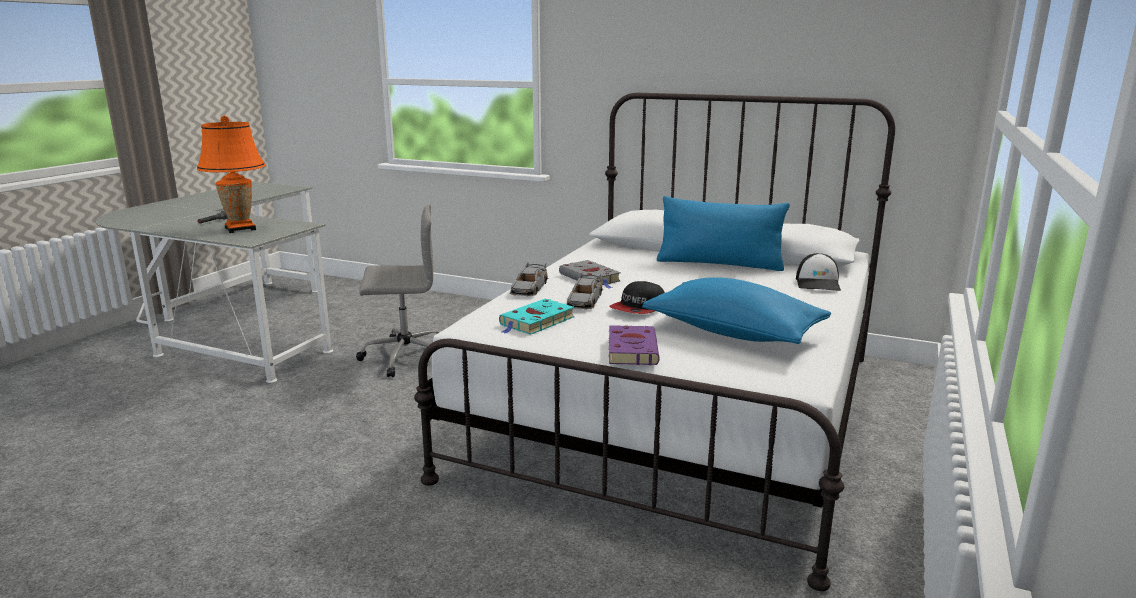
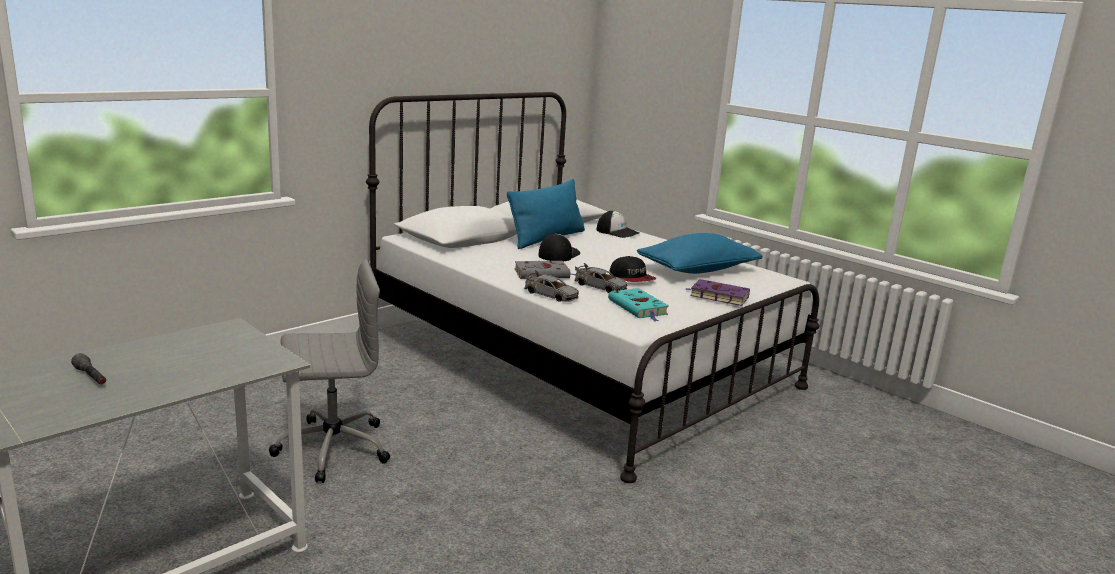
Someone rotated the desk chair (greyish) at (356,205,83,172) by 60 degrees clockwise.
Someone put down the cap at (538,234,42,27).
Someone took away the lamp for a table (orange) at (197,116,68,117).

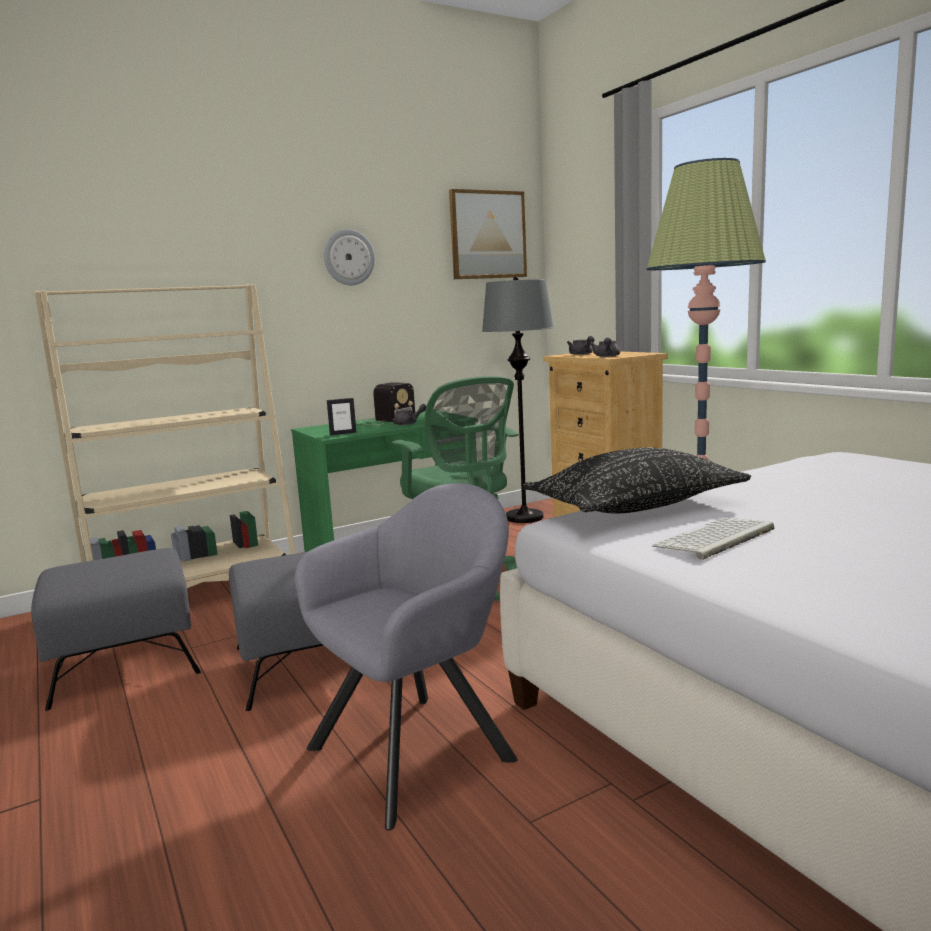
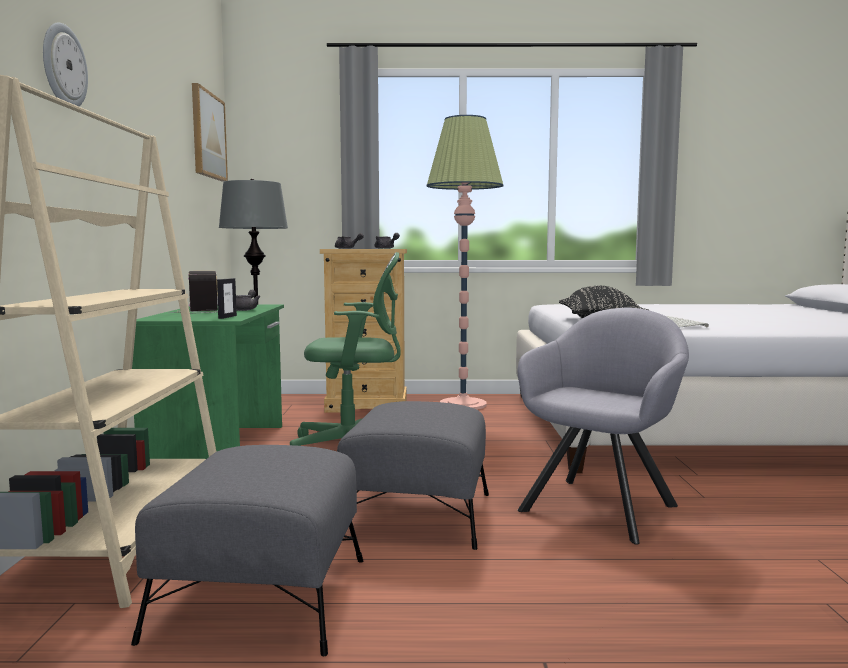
Someone carried the clock on the wall from (324,229,51,56) to (43,22,45,84).
Someone rotated the armchair (greyish) at (295,483,222,347) by 45 degrees clockwise.

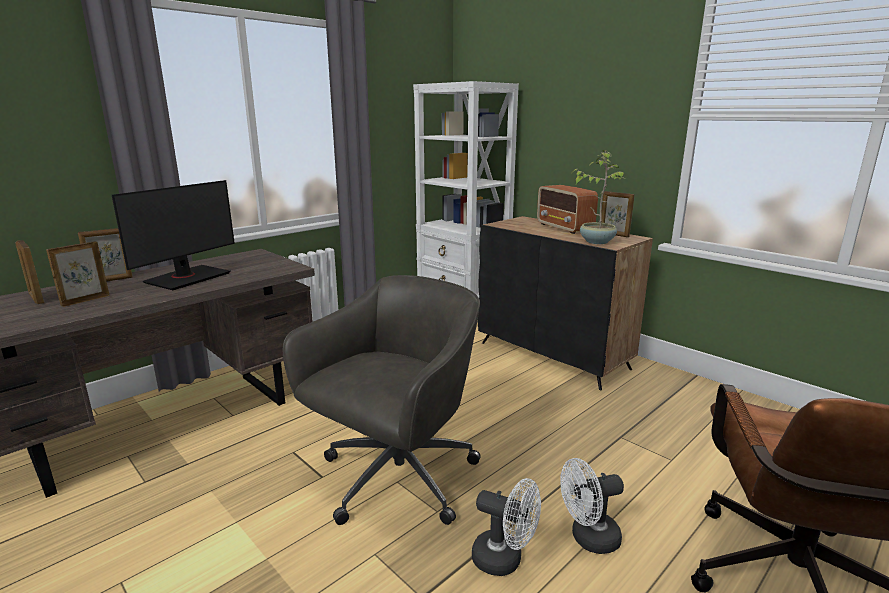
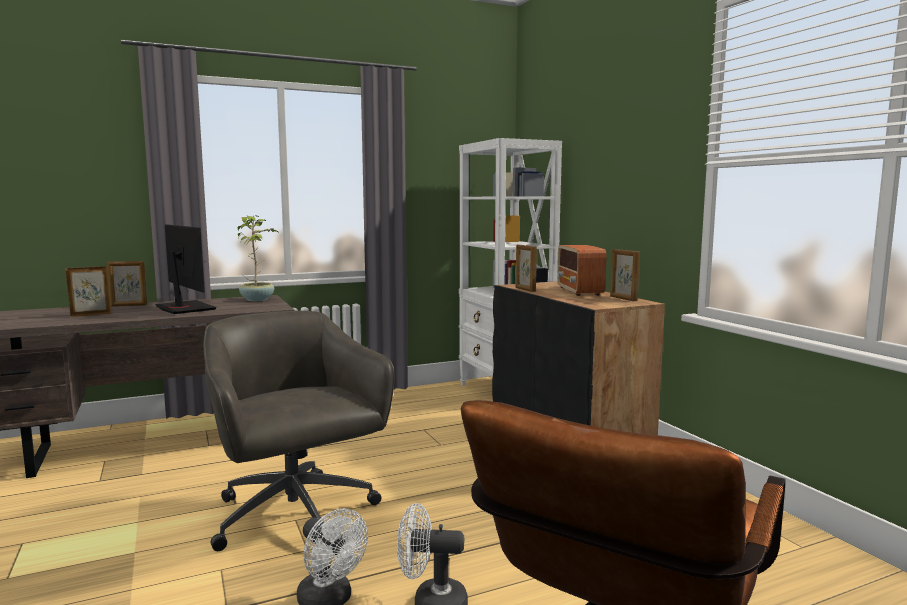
Someone rotated the computer screen at (112,180,123,110) by 90 degrees counterclockwise.
Someone rotated the desk chair (greyish) at (283,275,198,250) by 90 degrees counterclockwise.
Someone carried the houseplant from (572,150,54,94) to (237,215,41,86).
Someone carried the photo frame from (15,240,29,64) to (515,245,22,47).

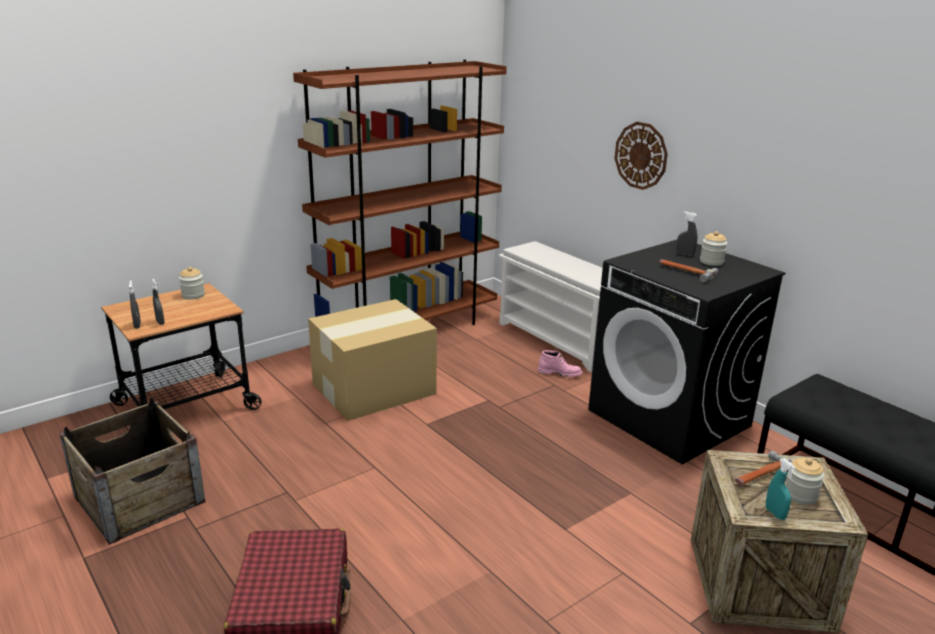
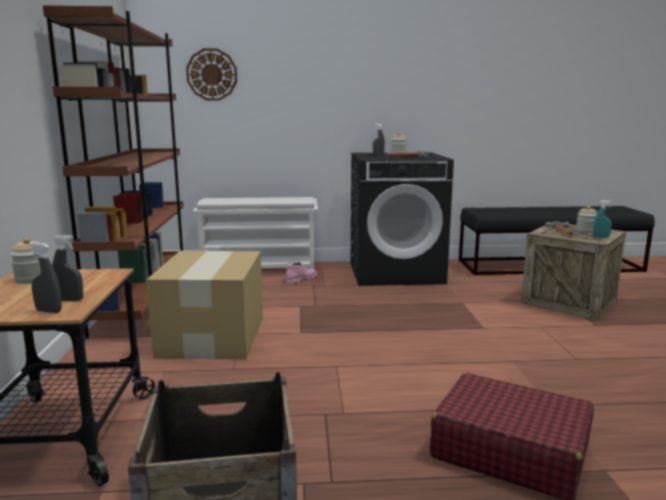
Someone carried the clock on the wall from (614,122,54,68) to (186,48,51,53).

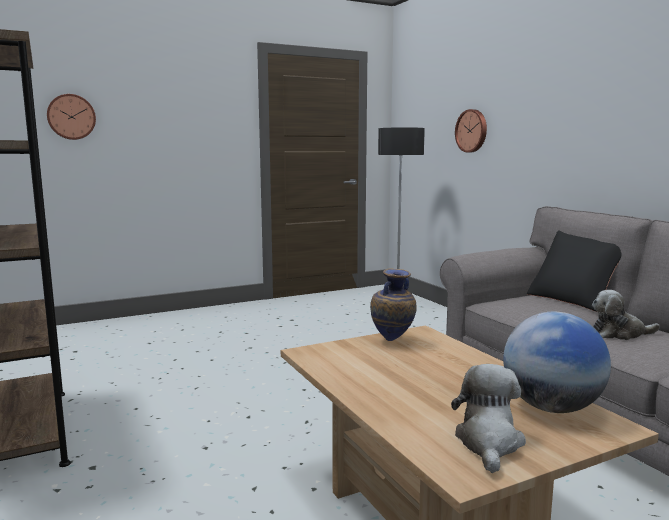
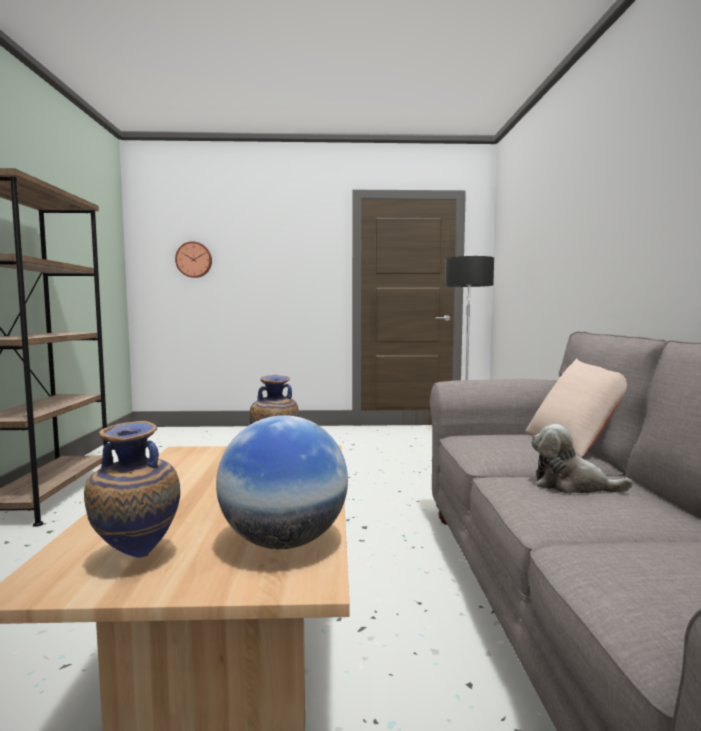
Someone swapped the soft toy at (451,364,75,109) for the flower vase at (84,421,96,137).
Someone repainted the pillow (black) at (527,230,95,82), which became the pillow (beige-coloured) at (525,359,102,99).
Someone took away the clock on the wall at (455,109,32,43).

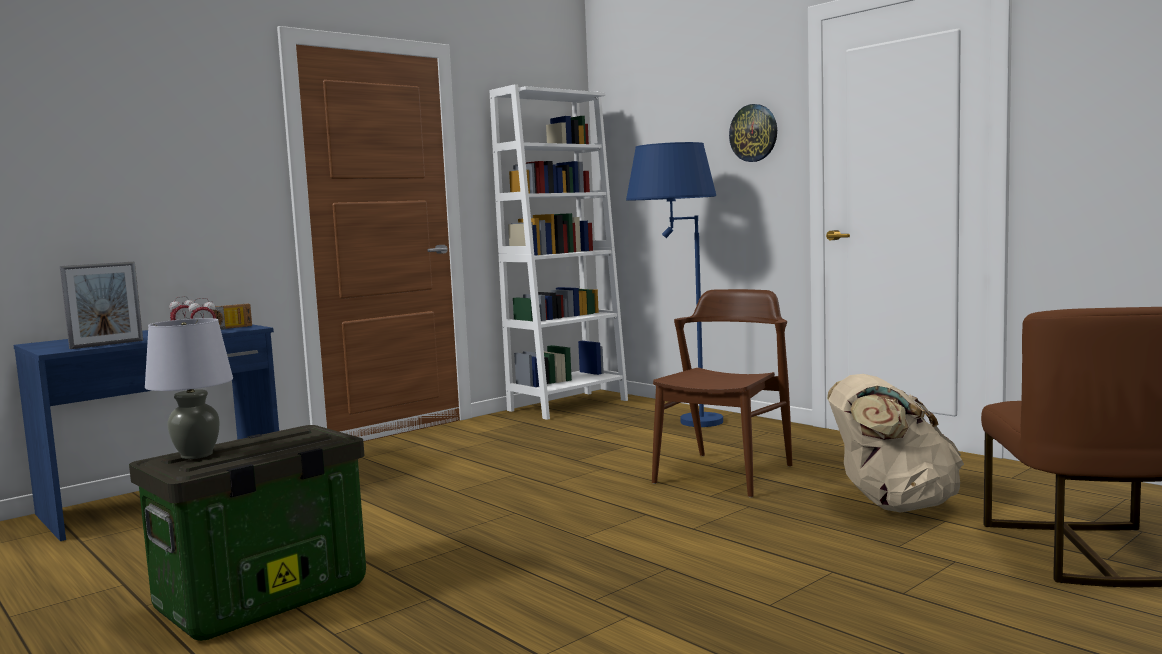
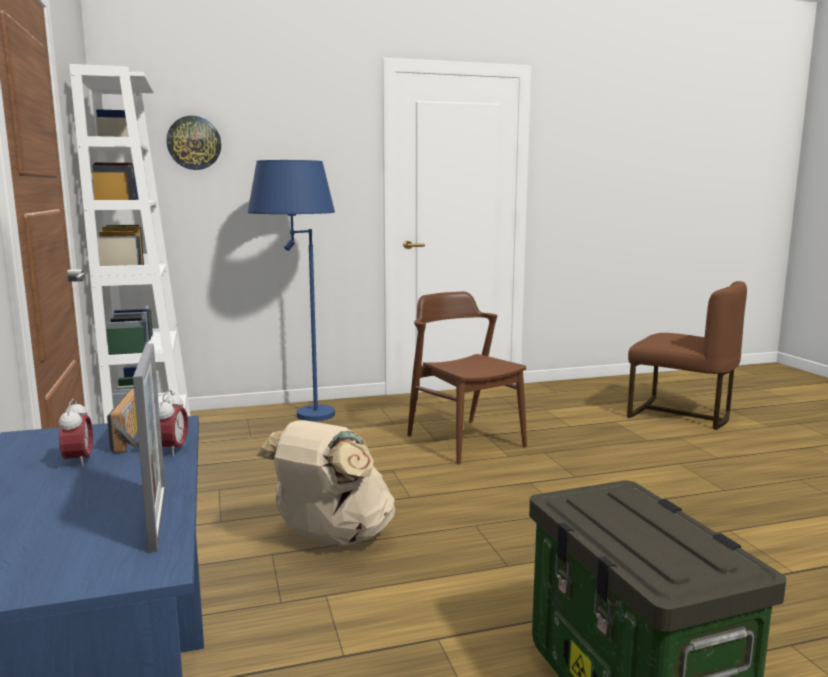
Someone carried the clock on the wall from (729,104,48,58) to (166,116,55,54).
Someone carried the backpack (beige-coloured) from (827,374,137,138) to (256,420,139,126).
Someone took away the lamp for a table (greyish) at (145,318,88,141).

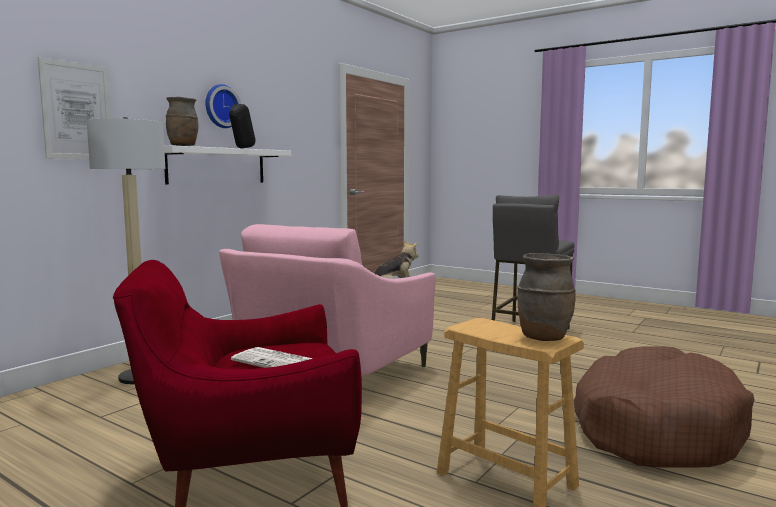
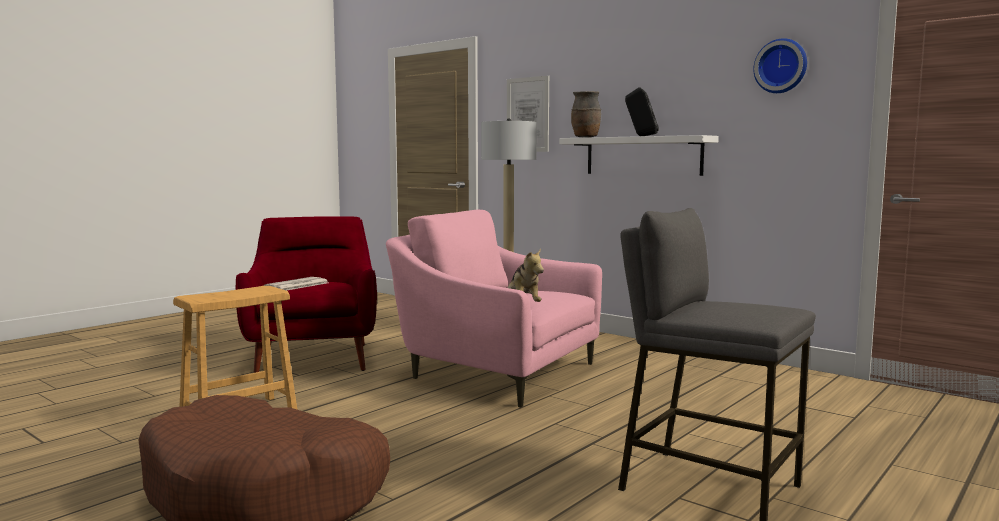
Someone carried the clock on the wall from (205,84,36,44) to (753,38,54,55).
Someone took away the flower vase (brownish) at (517,253,59,88).

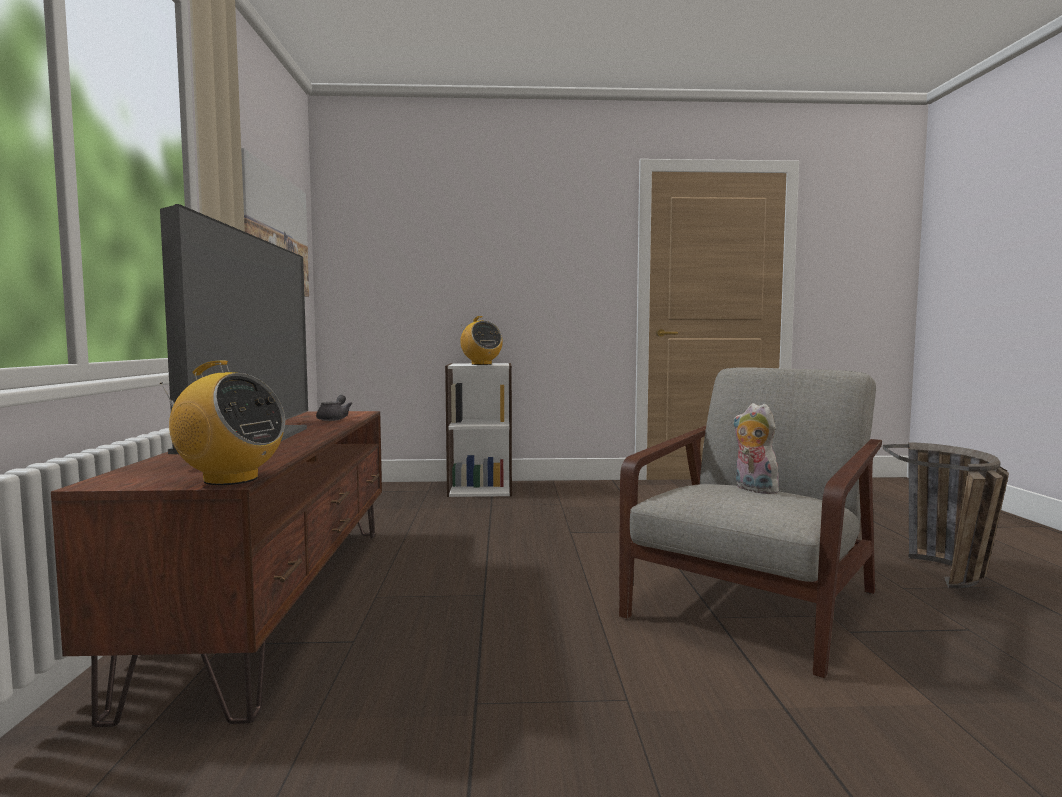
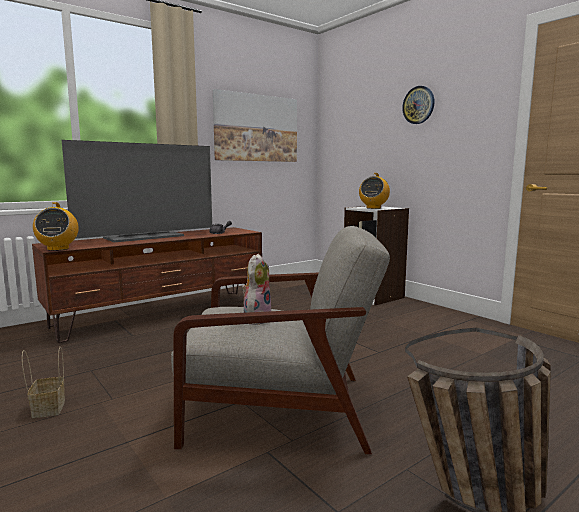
Someone put down the household basket at (22,347,43,71).
Someone put up the clock on the wall at (402,86,32,38).

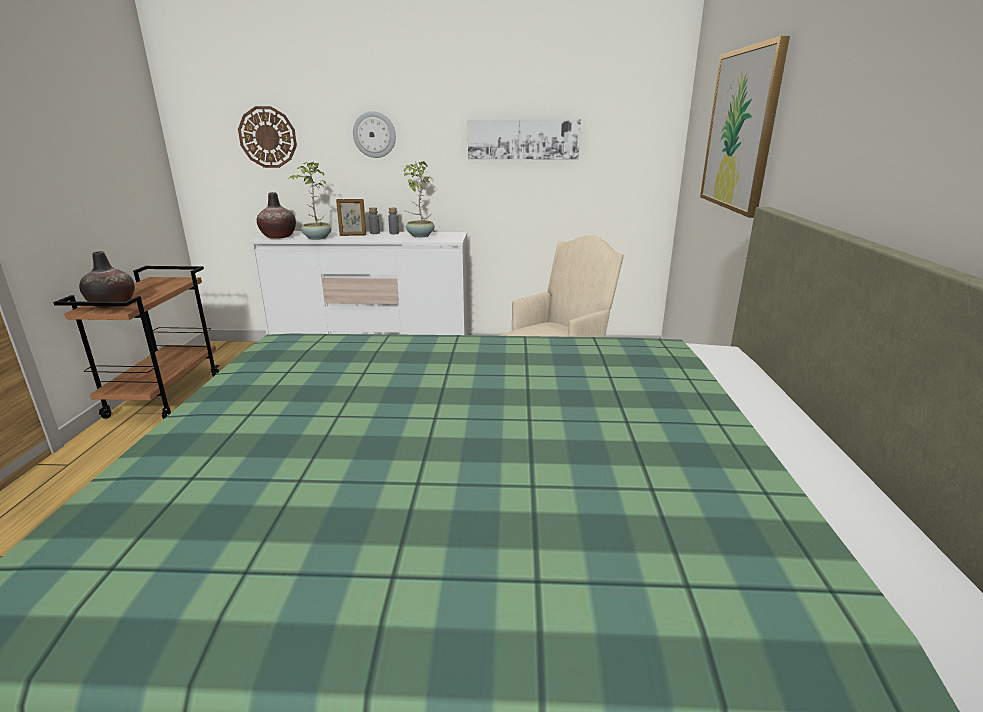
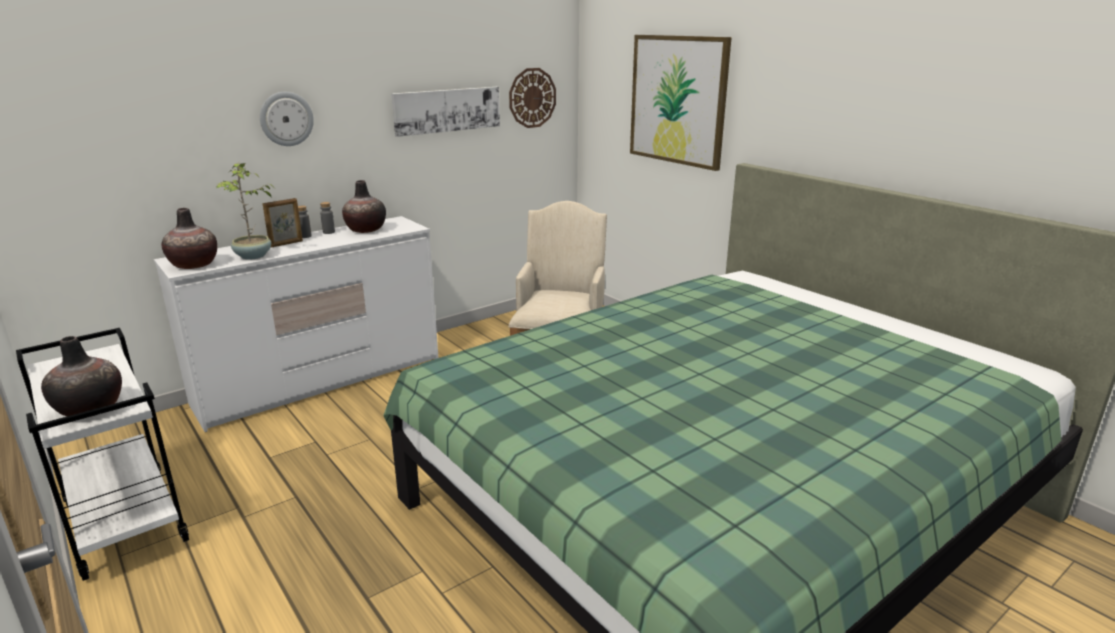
Someone repainted the wheeled cart (brownish) at (53,266,166,153), which became the wheeled cart (white-coloured) at (16,328,173,253).
Someone swapped the houseplant at (402,161,33,76) for the flower vase at (342,180,44,53).
Someone carried the clock on the wall from (238,106,59,62) to (509,68,47,60).

